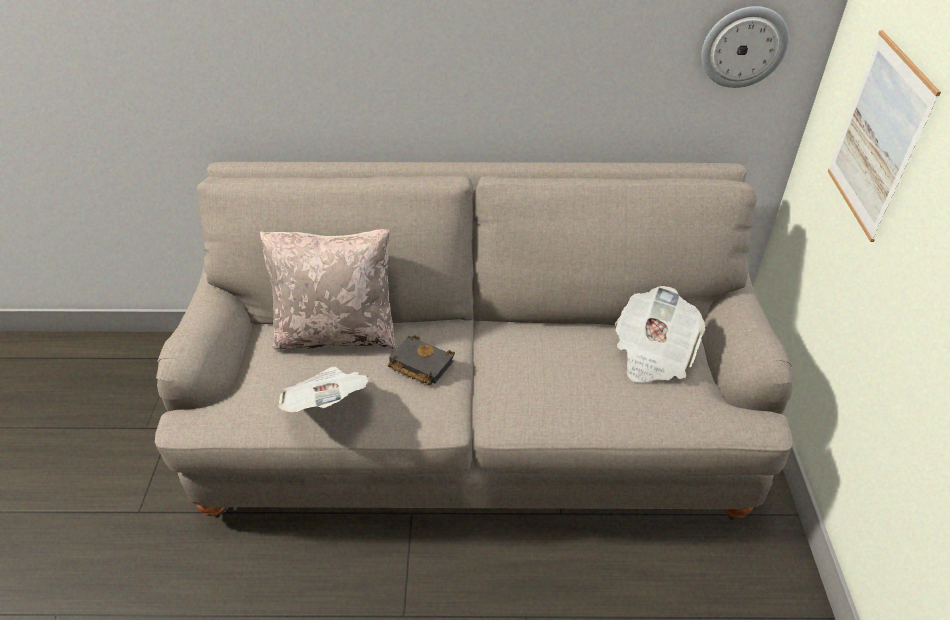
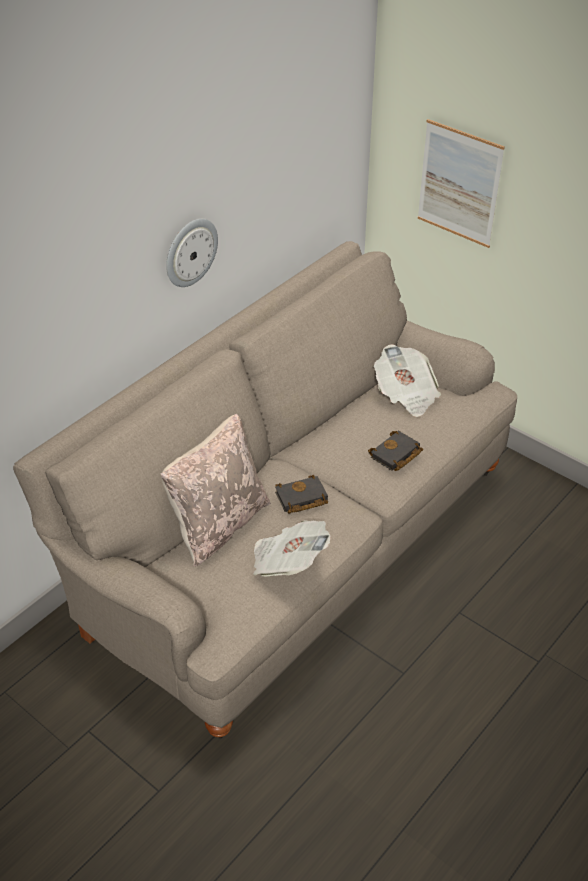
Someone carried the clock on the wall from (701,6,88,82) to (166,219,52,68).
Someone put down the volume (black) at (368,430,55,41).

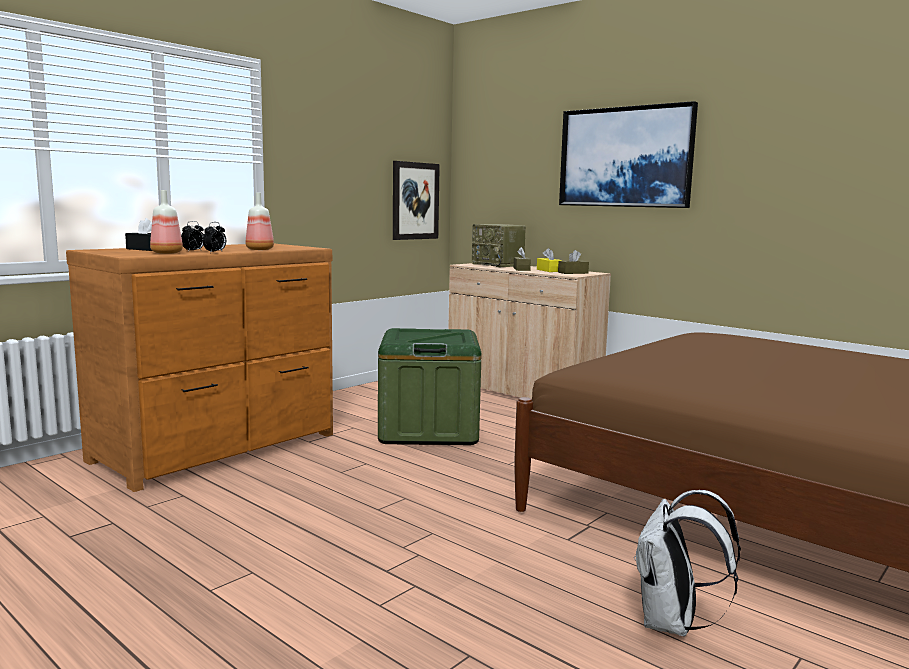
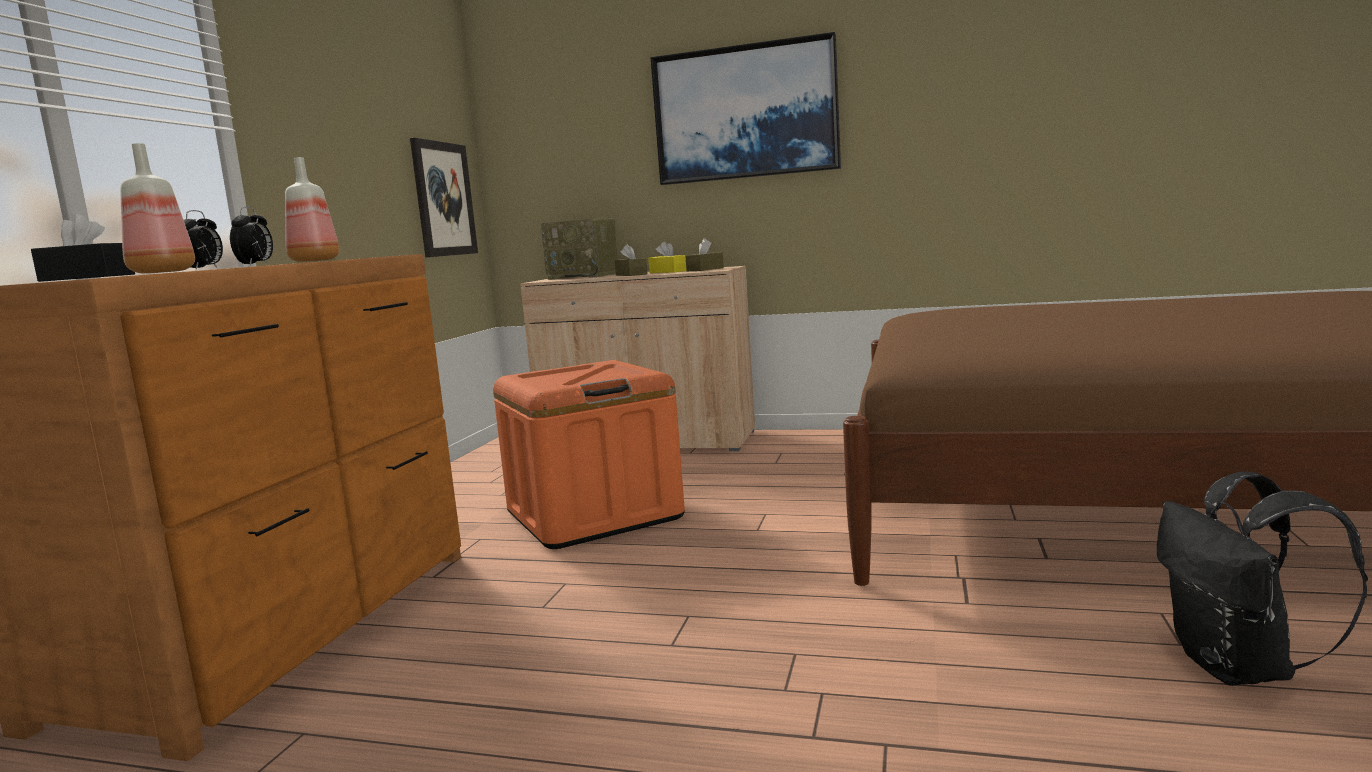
Someone repainted the storage container (green) at (378,328,104,117), which became the storage container (orange) at (493,360,192,189).
Someone repainted the backpack (white-coloured) at (634,490,107,147), which became the backpack (black) at (1157,471,211,215).

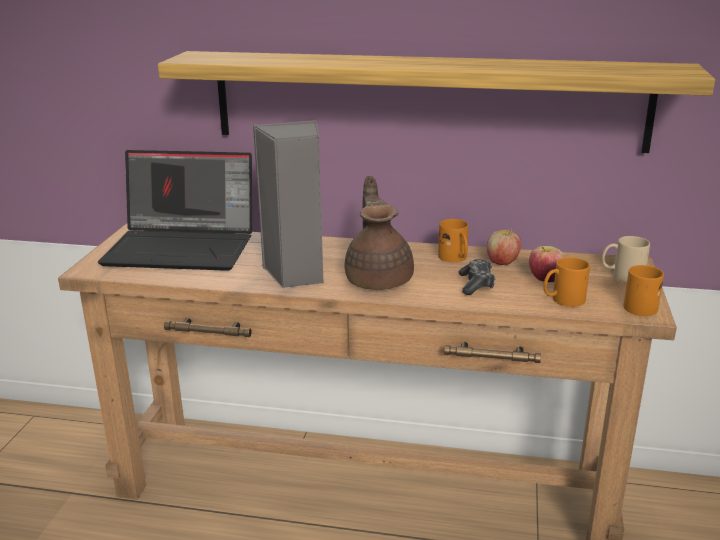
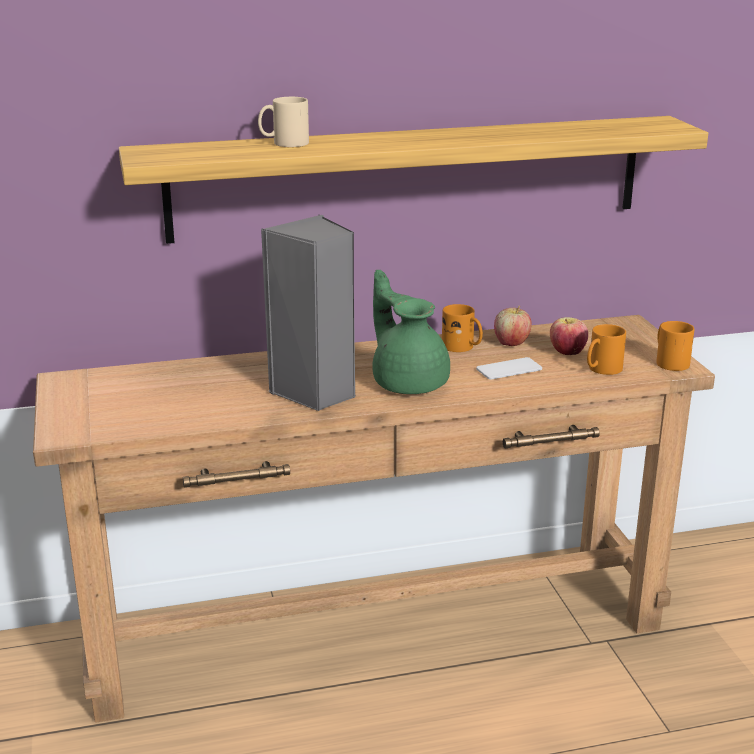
Someone carried the coffee mug (beige-coloured) from (602,236,48,46) to (258,97,51,50).
Someone repainted the tea pot (brownish) at (345,176,69,114), which became the tea pot (green) at (372,270,78,124).
Someone swapped the gamepad at (459,259,37,36) for the telephone at (476,357,66,23).
Someone took away the portable computer at (98,150,154,121).

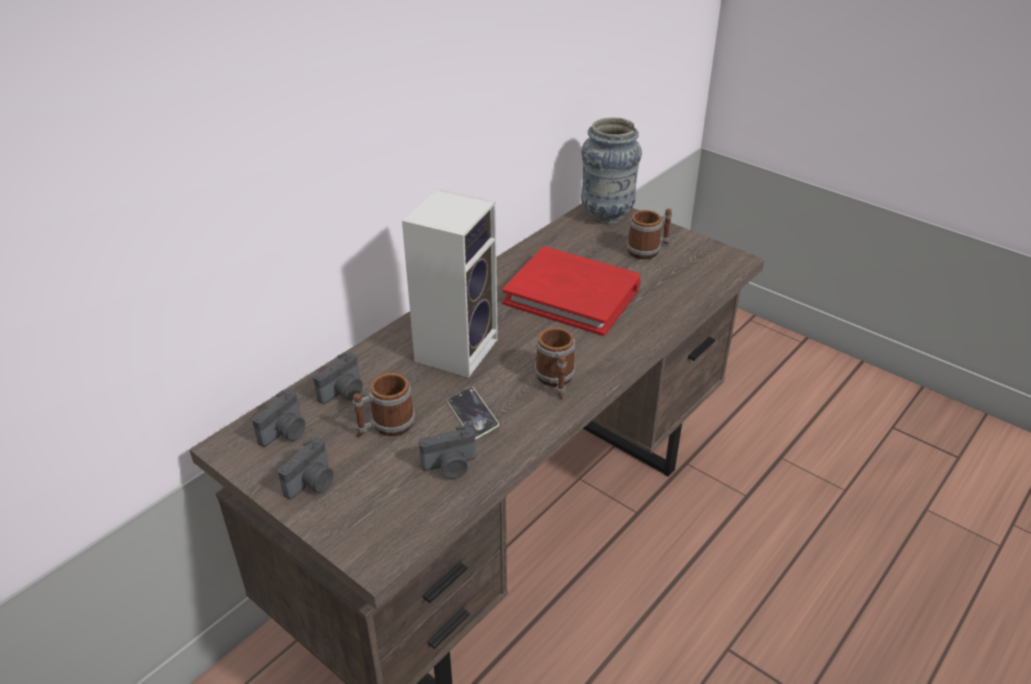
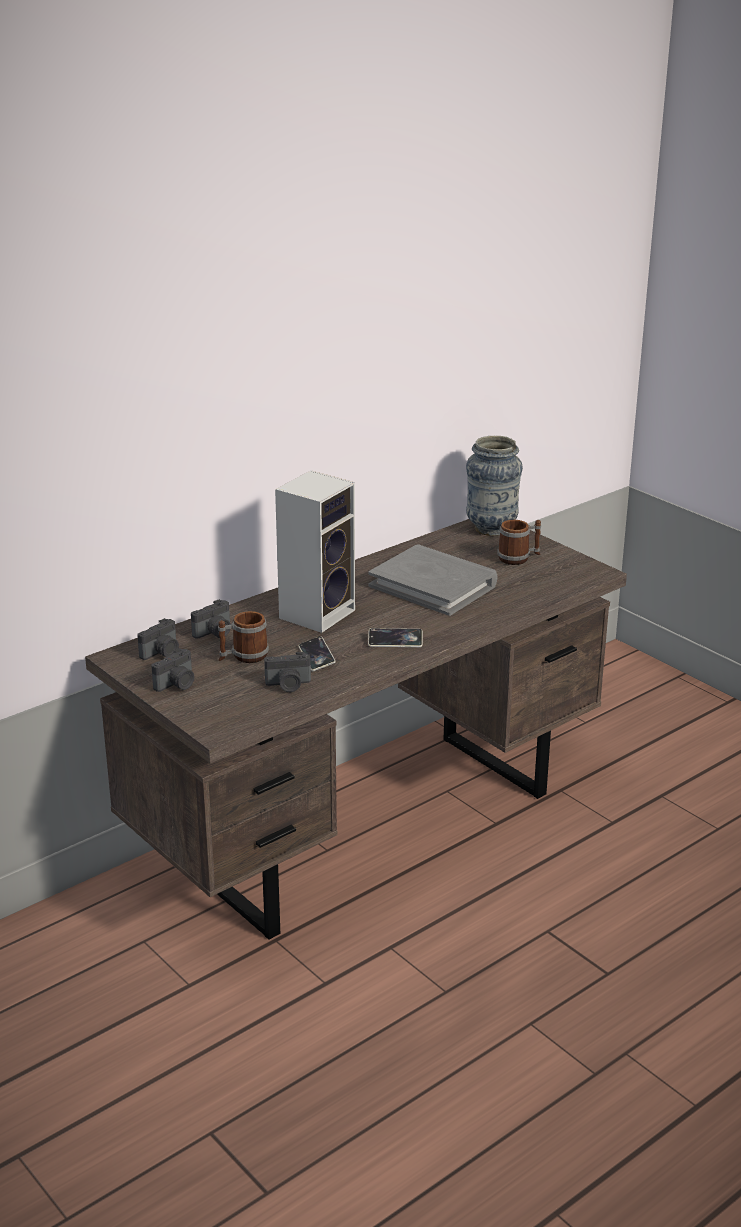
Someone repainted the volume (red-coloured) at (502,247,138,89), which became the volume (greyish) at (368,544,130,72).
Someone swapped the coffee mug at (535,328,40,71) for the telephone at (368,628,55,19).

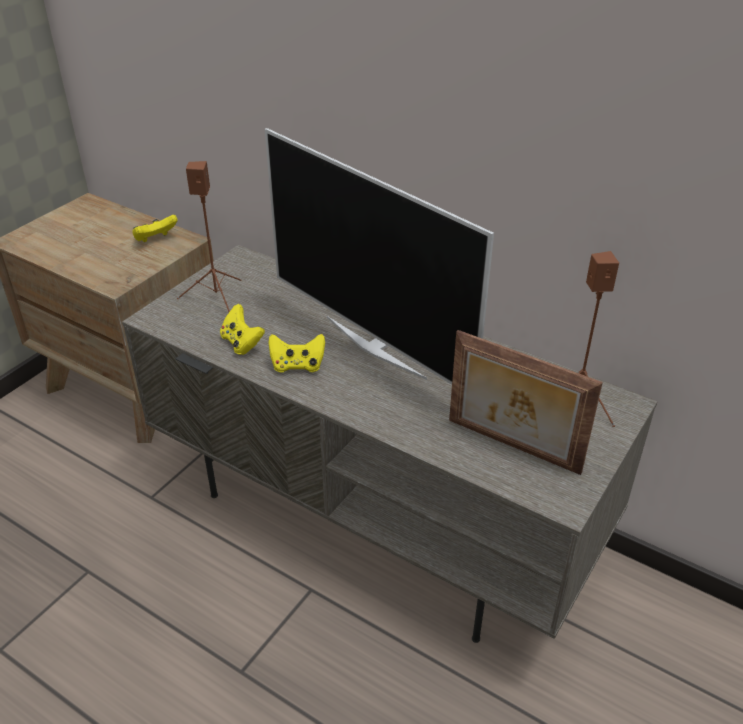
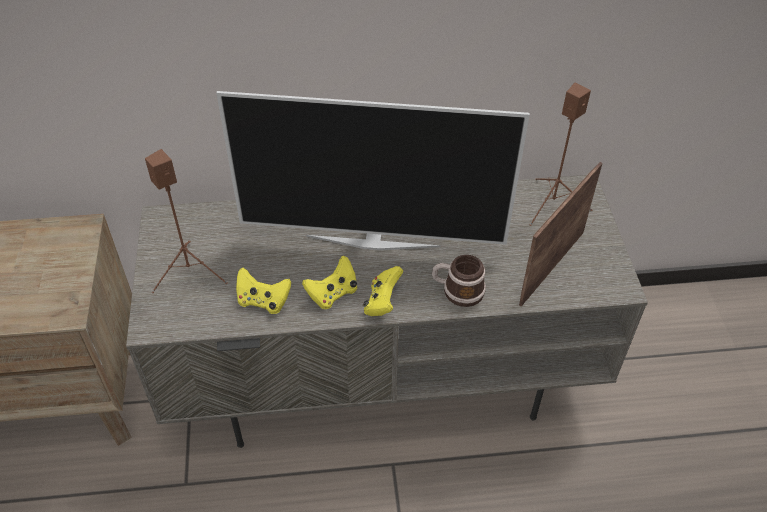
Someone carried the gamepad (yellow) from (132,215,46,27) to (363,266,40,50).
Someone put down the coffee mug at (432,255,54,52).
Someone rotated the photo frame at (449,330,154,145) by 135 degrees clockwise.

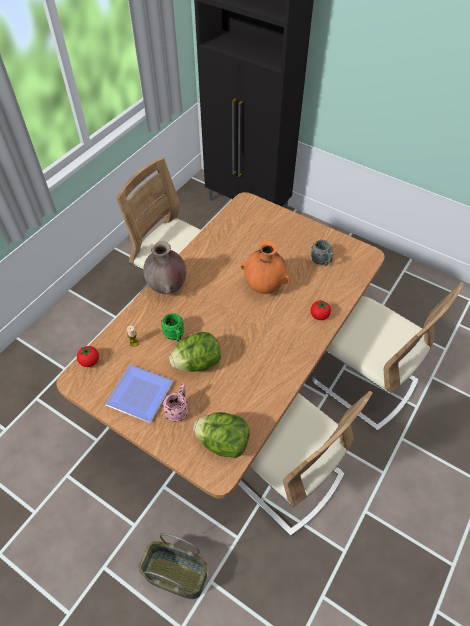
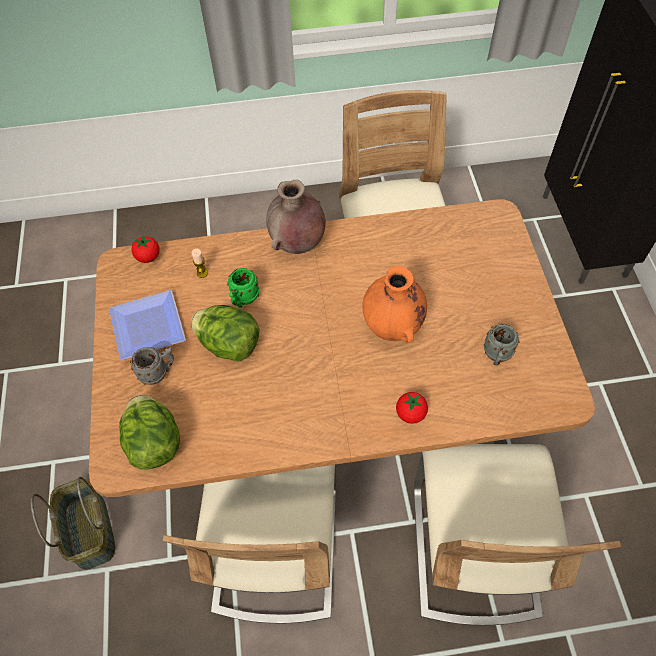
Someone repainted the coffee mug (pinkish) at (163,383,25,39), which became the coffee mug (greyish) at (130,347,44,38).

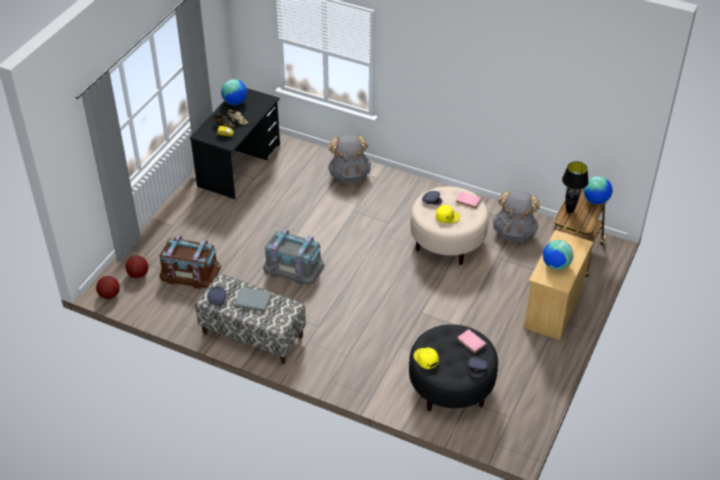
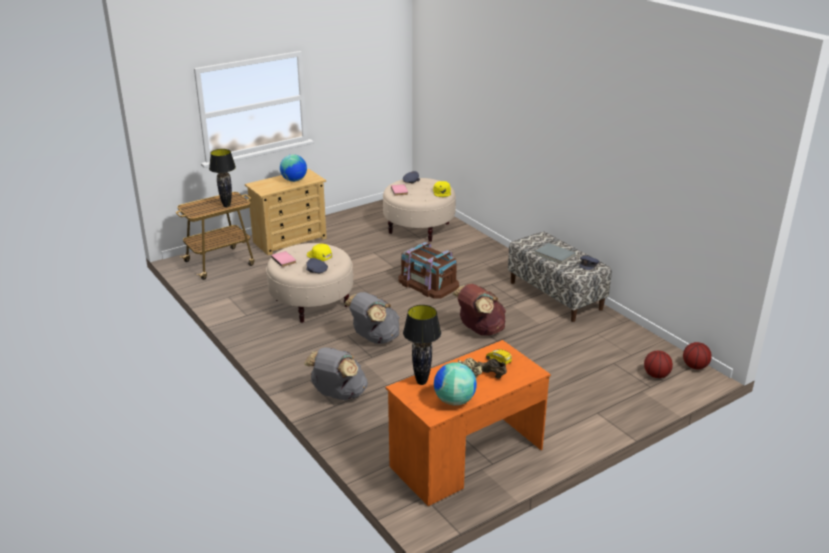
Someone carried the backpack (greyish) from (493,190,47,53) to (344,292,56,52).
Someone repainted the pouffe (black) at (409,325,89,86), which became the pouffe (beige-coloured) at (383,178,73,64).
Someone repainted the desk (black) at (190,88,90,111), which became the desk (orange) at (385,340,166,166).
Someone carried the storage container (brownish) from (159,235,62,54) to (399,242,60,57).
Someone put down the lamp for a table (black) at (403,305,38,80).
Someone swapped the storage container (greyish) at (263,229,61,56) for the backpack (brownish) at (453,284,53,52).
Someone took away the world globe at (584,176,29,28).

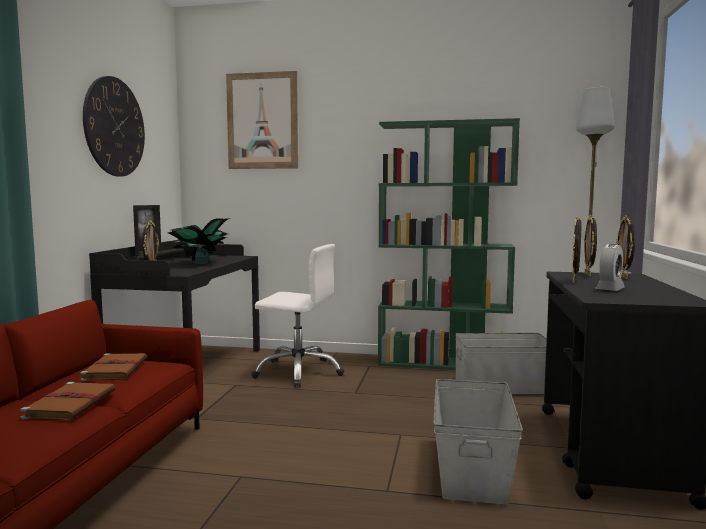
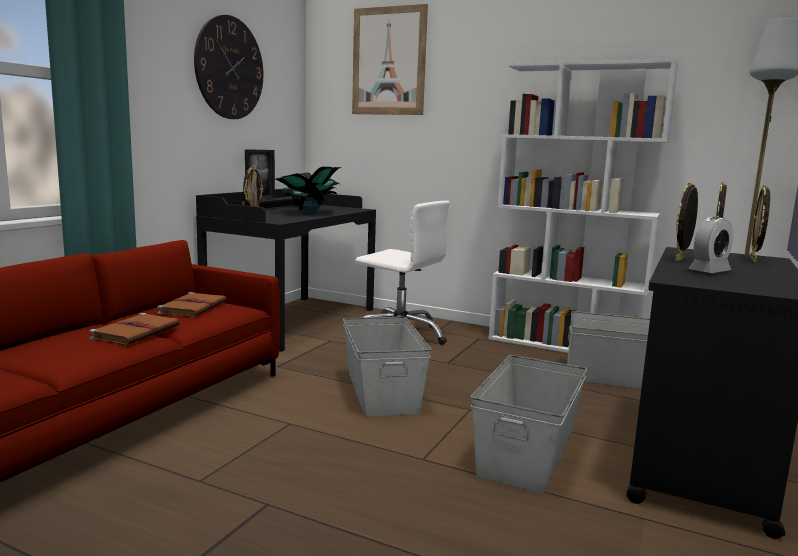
Someone put down the storage container (greyish) at (343,317,89,100).
Someone repainted the bookshelf (green) at (378,118,142,252), which became the bookshelf (white-coloured) at (489,59,189,293).

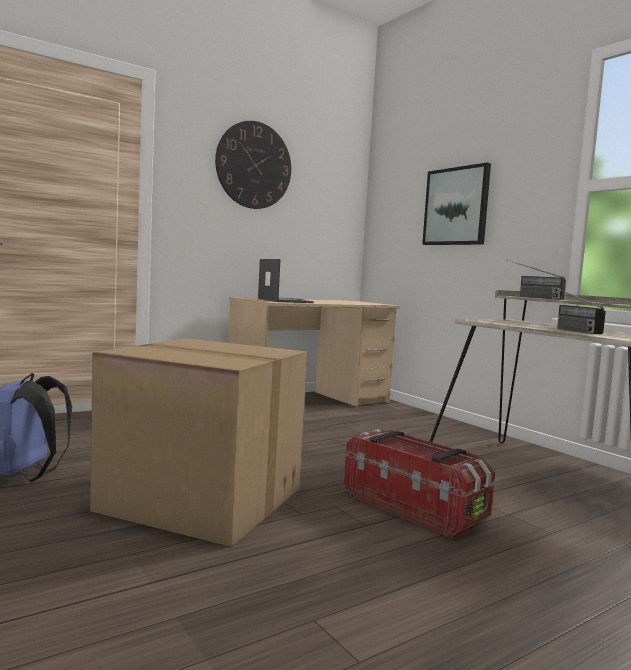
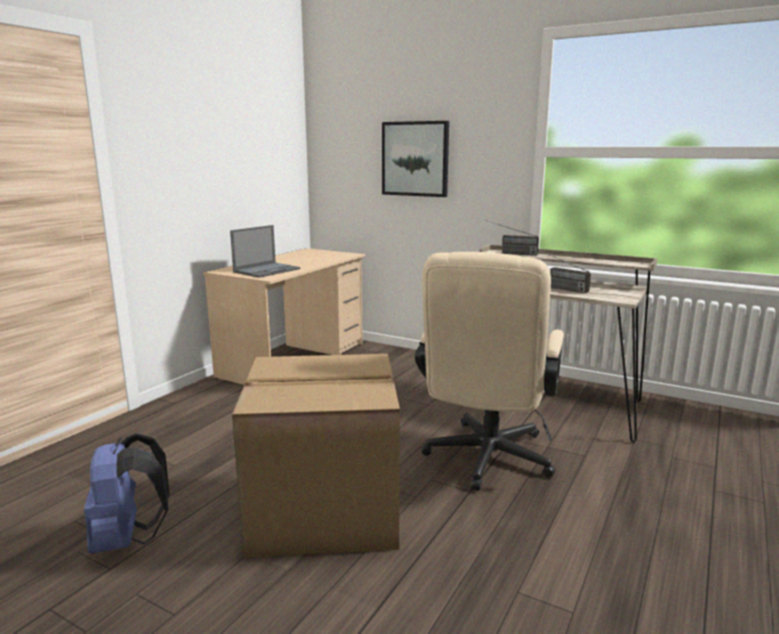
Someone rotated the portable computer at (258,259,56,44) by 90 degrees clockwise.
Someone swapped the storage container at (344,429,151,110) for the desk chair (beige-coloured) at (415,252,149,239).
Someone took away the clock on the wall at (215,121,76,88).

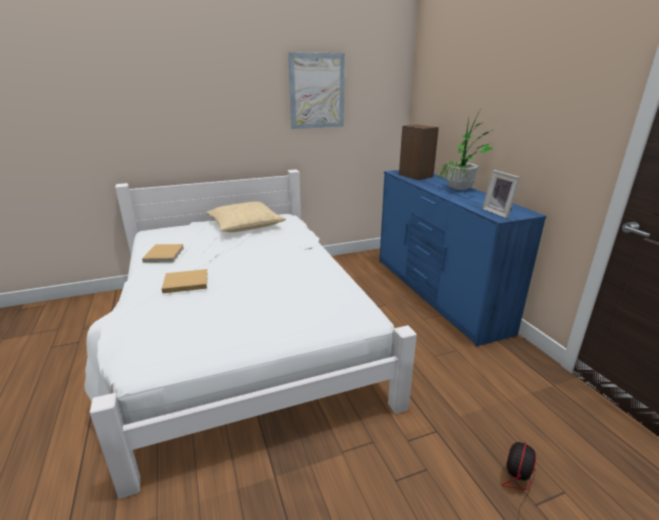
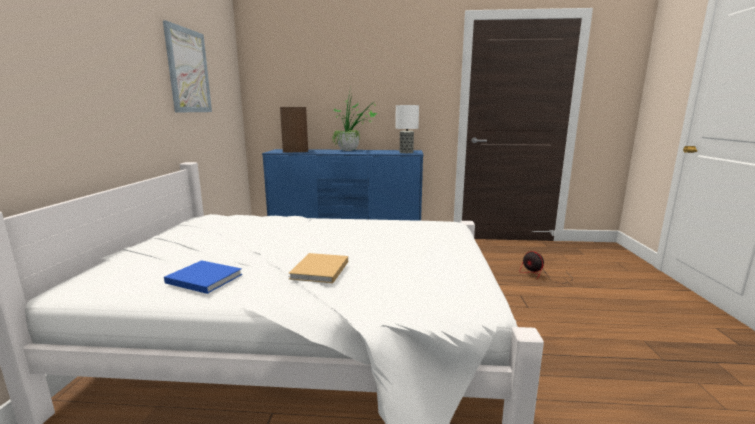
Someone repainted the volume (beige-coloured) at (142,244,42,19), which became the volume (blue) at (164,260,78,34).
Someone swapped the photo frame at (482,170,38,48) for the lamp for a table at (395,105,24,48).
Someone took away the pillow (beige-coloured) at (206,201,80,31).

